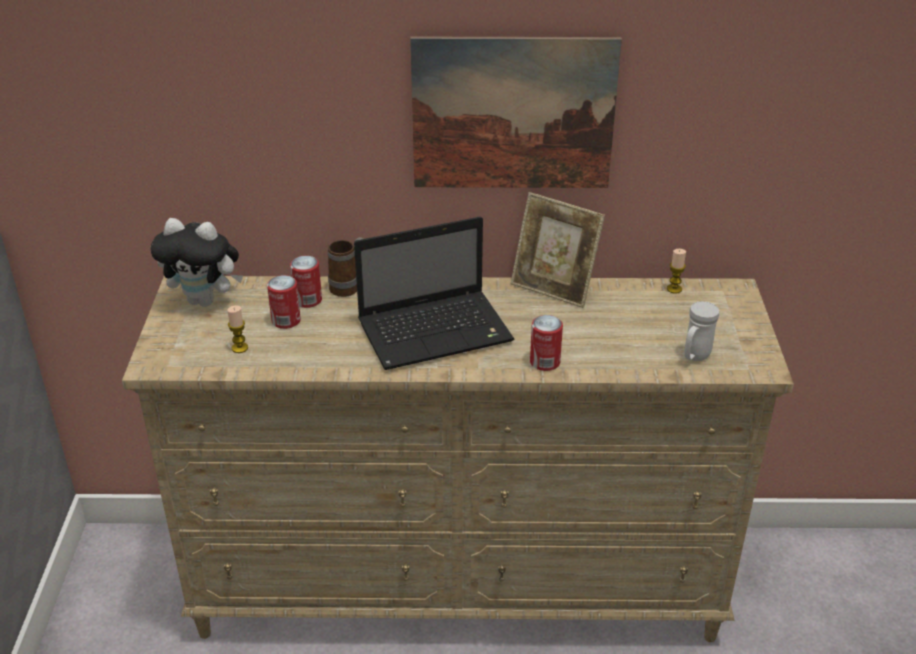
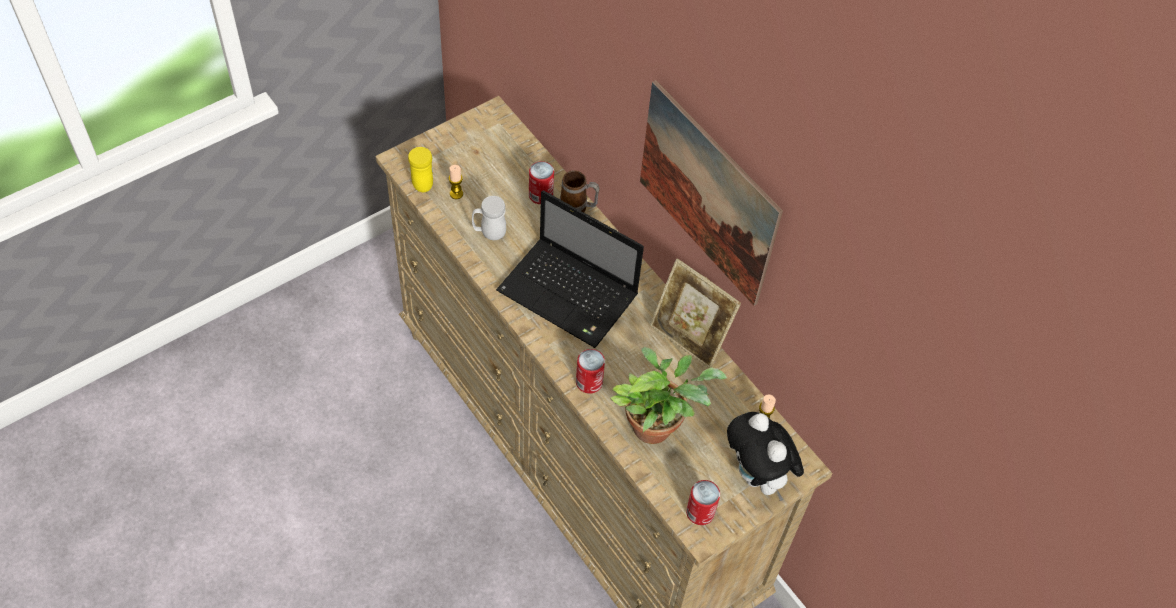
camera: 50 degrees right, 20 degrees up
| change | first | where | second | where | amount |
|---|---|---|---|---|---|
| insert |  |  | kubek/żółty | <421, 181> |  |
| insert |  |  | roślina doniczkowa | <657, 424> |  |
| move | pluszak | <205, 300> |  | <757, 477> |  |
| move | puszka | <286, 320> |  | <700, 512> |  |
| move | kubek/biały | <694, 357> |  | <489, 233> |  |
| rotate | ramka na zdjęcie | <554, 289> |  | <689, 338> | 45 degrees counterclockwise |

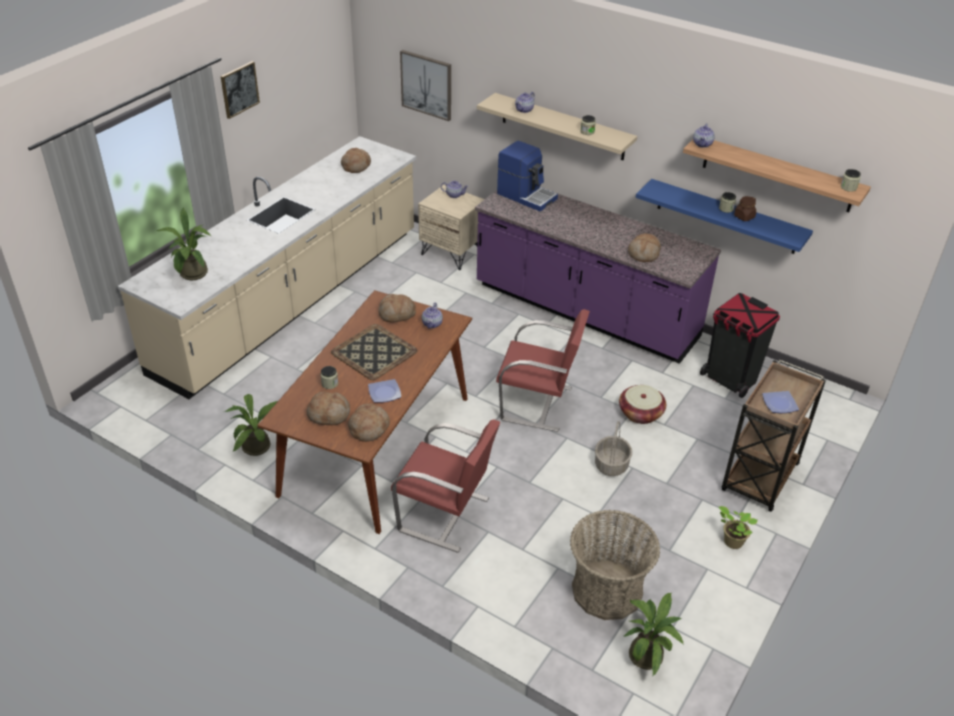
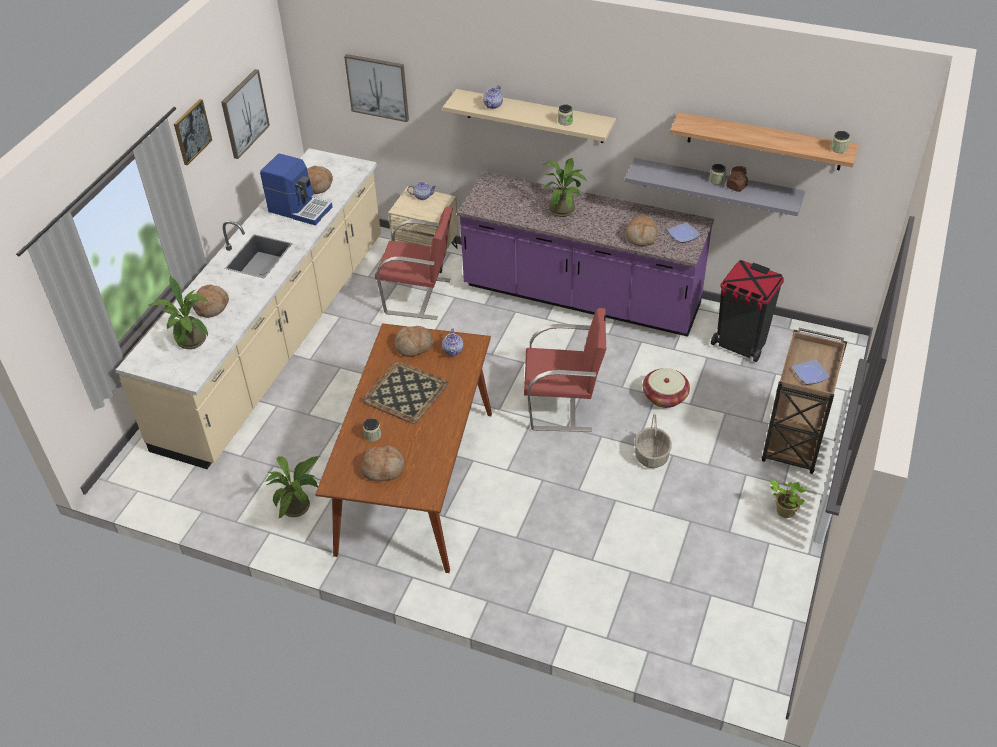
camera: 10 degrees left, 5 degrees up
| change | first | where | second | where | amount |
|---|---|---|---|---|---|
| delete | koszyk | <607, 590> |  |  |  |
| delete | imbryk | <702, 144> |  |  |  |
| insert |  |  | obraz | <244, 113> |  |
| move | chleb | <369, 428> |  | <211, 306> |  |
| move | talerz | <385, 393> |  | <684, 235> |  |
| move | krzesło/czerwony | <445, 515> |  | <419, 297> |  |
| move | ekspres do kawy | <526, 195> |  | <300, 209> |  |
| move | roślina doniczkowa | <648, 653> |  | <563, 208> |  |
| recolor | półka/niebieski | <726, 216> | półka/szary | <716, 186> |  |

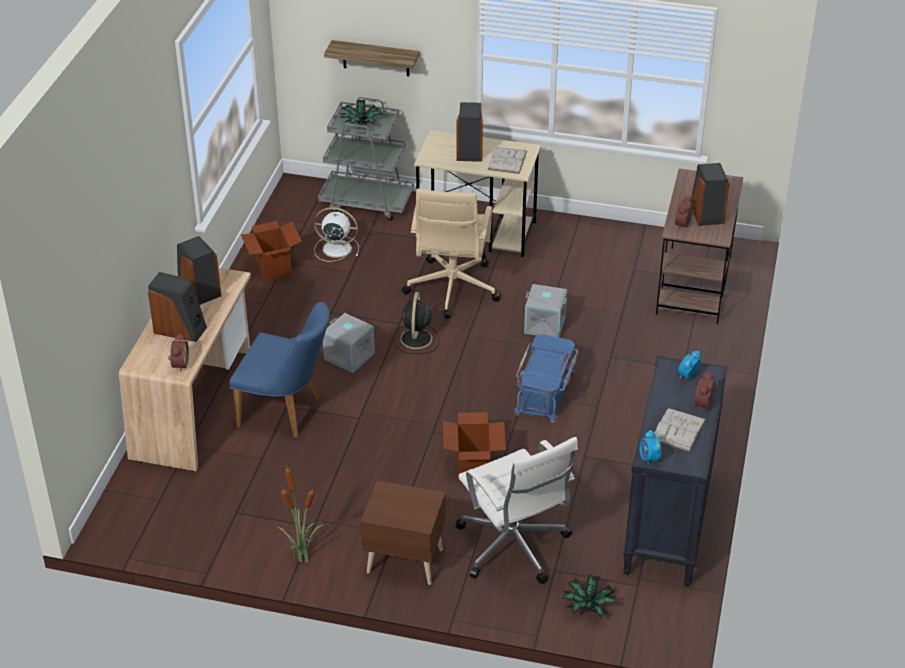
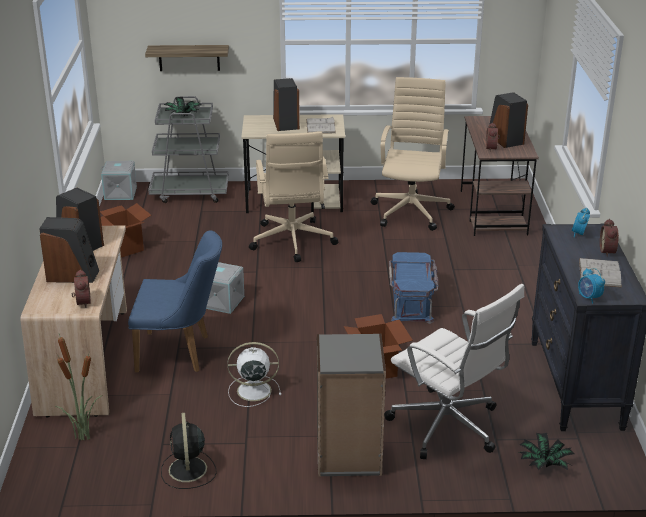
camera: 15 degrees left, 10 degrees down
| change | first | where | second | where | amount |
|---|---|---|---|---|---|
| insert |  |  | krzesło biurowe/beżowy | <411, 210> |  |
| move | roślina doniczkowa | <302, 557> |  | <83, 436> |  |
| move | wentylator/biały | <335, 248> |  | <252, 391> |  |
| move | wentylator/czarny | <416, 339> |  | <188, 470> |  |
| move | pojemnik do przechowywania/szary | <545, 324> |  | <121, 193> |  |
| replace | szafka nocna/brązowy | <404, 560> | regał/szary | <348, 456> |  |

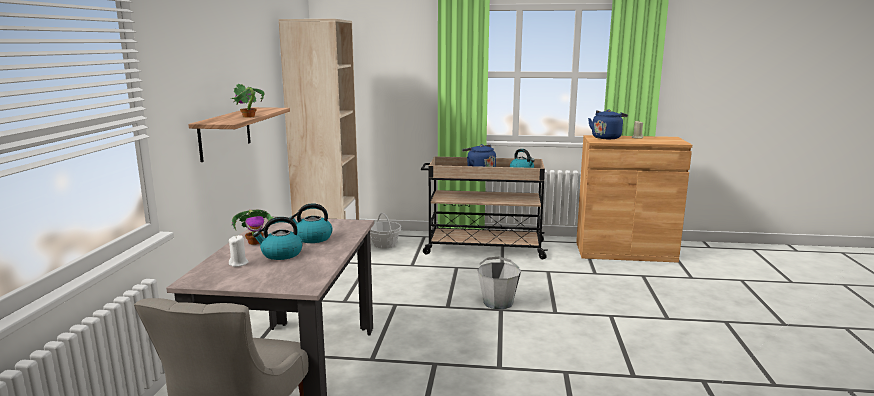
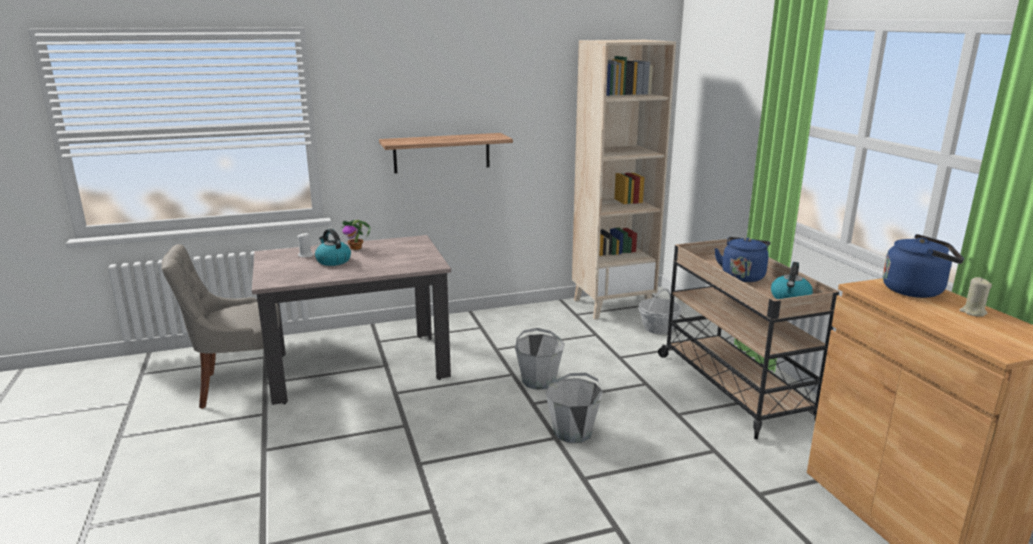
camera: 65 degrees right, 5 degrees up
| change | first | where | second | where | amount |
|---|---|---|---|---|---|
| delete | roślina doniczkowa | <248, 116> |  |  |  |
| delete | czajnik | <312, 238> |  |  |  |
| insert |  |  | wiadro/szary | <539, 381> |  |

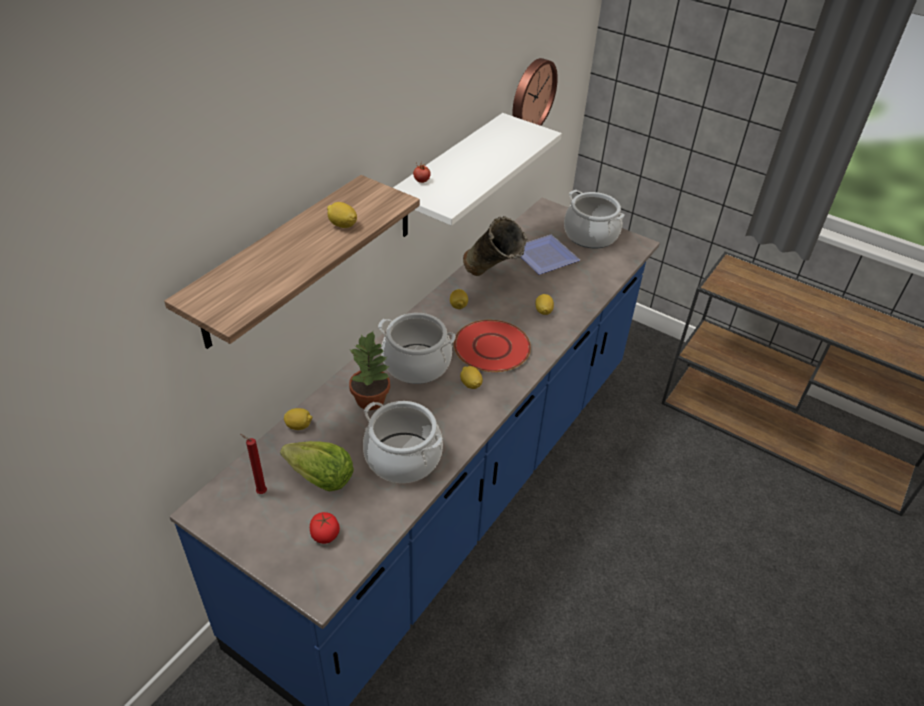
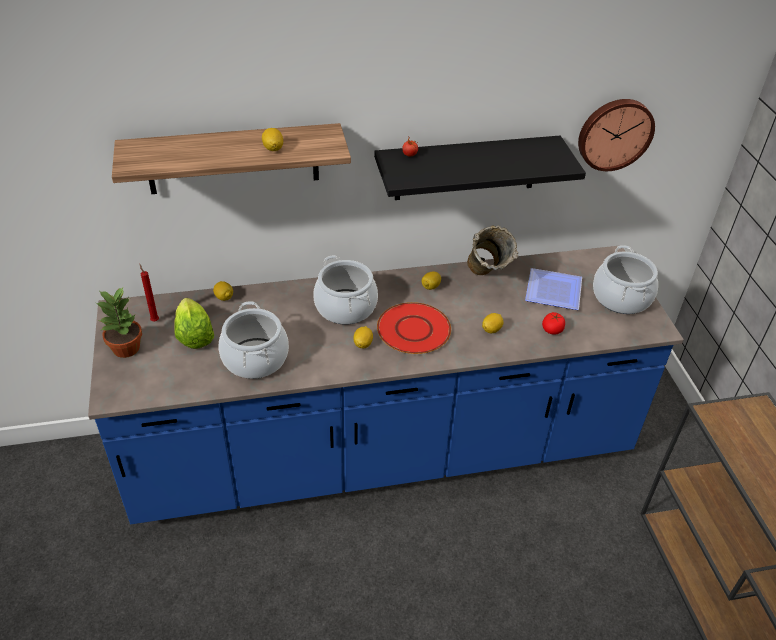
camera: 45 degrees right, 0 degrees up
| change | first | where | second | where | amount |
|---|---|---|---|---|---|
| move | pomidor | <325, 534> |  | <552, 329> |  |
| move | roślina doniczkowa | <371, 399> |  | <126, 348> |  |
| recolor | półka/biały | <448, 176> | półka/czarny | <466, 168> |  |

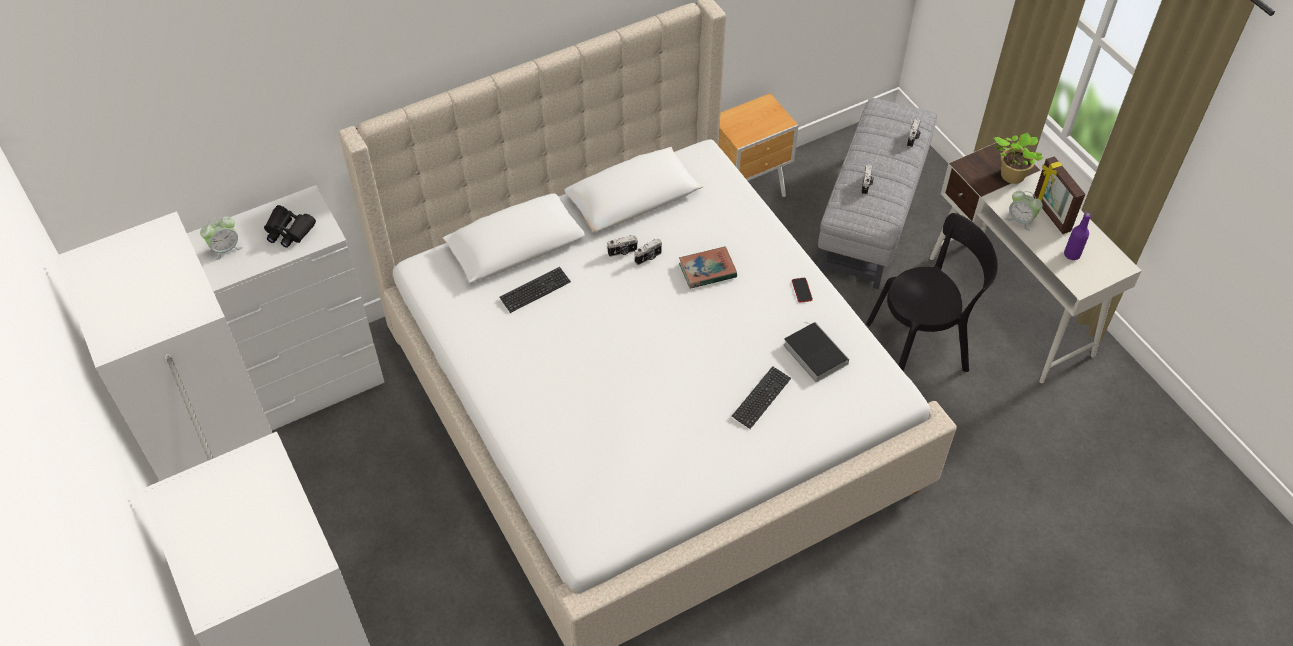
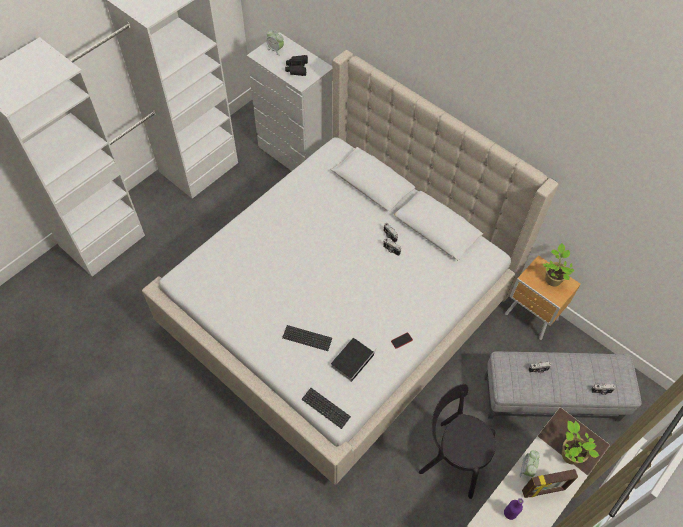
camera: 70 degrees right, 5 degrees up
| change | first | where | second | where | amount |
|---|---|---|---|---|---|
| delete | książka | <707, 270> |  |  |  |
| insert |  |  | roślina doniczkowa | <552, 278> |  |
| move | klawiatura | <535, 290> |  | <326, 408> |  |
| rotate | krzesło/czarny | <922, 345> |  | <452, 457> | 150 degrees clockwise |
| rotate | ramka na zdjęcie | <1050, 215> |  | <543, 490> | 150 degrees counterclockwise |

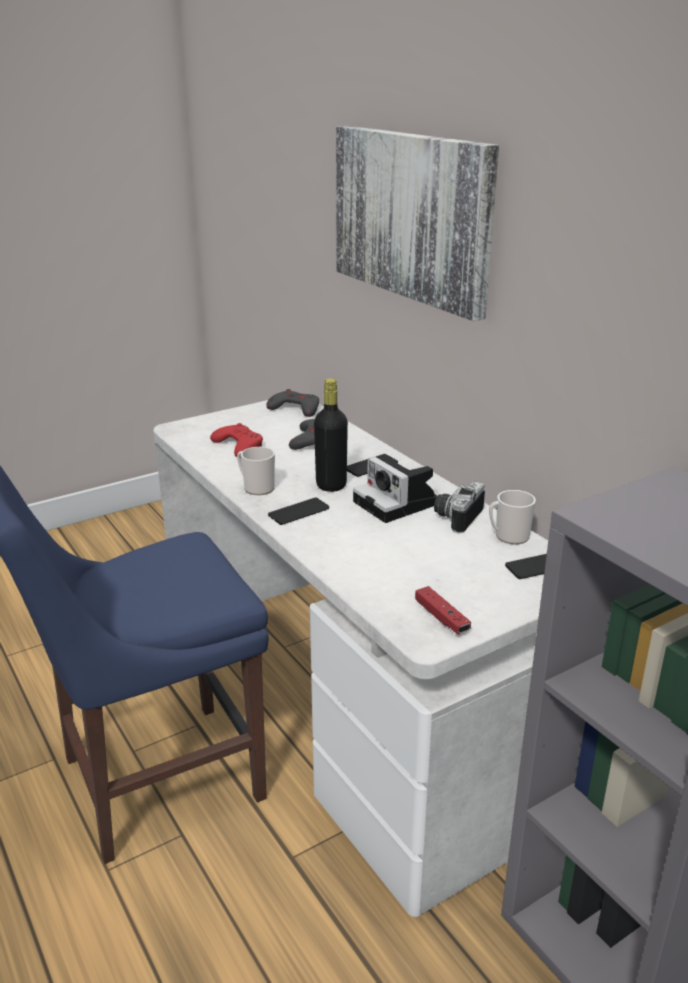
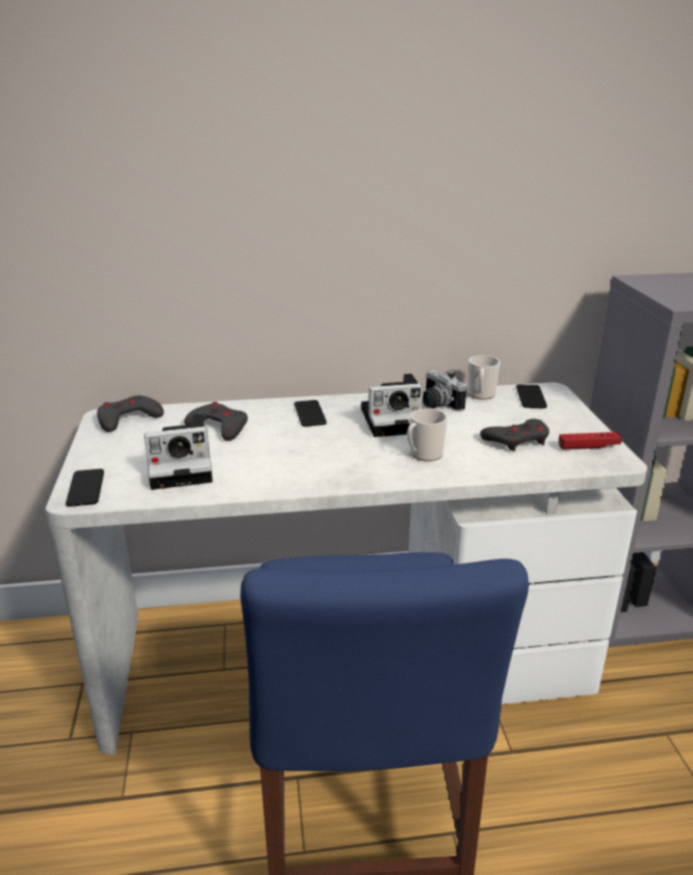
camera: 65 degrees left, 0 degrees up
| change | first | where | second | where | amount |
|---|---|---|---|---|---|
| delete | butelka/czarny | <331, 485> |  |  |  |
| delete | obraz | <412, 216> |  |  |  |
| insert |  |  | pad do gier/szary | <517, 440> |  |
| move | kubek | <256, 487> |  | <423, 455> |  |
| move | telefon | <298, 512> |  | <85, 488> |  |
| replace | pad do gier/czerwony | <238, 446> | aparat fotograficzny | <183, 467> |  |

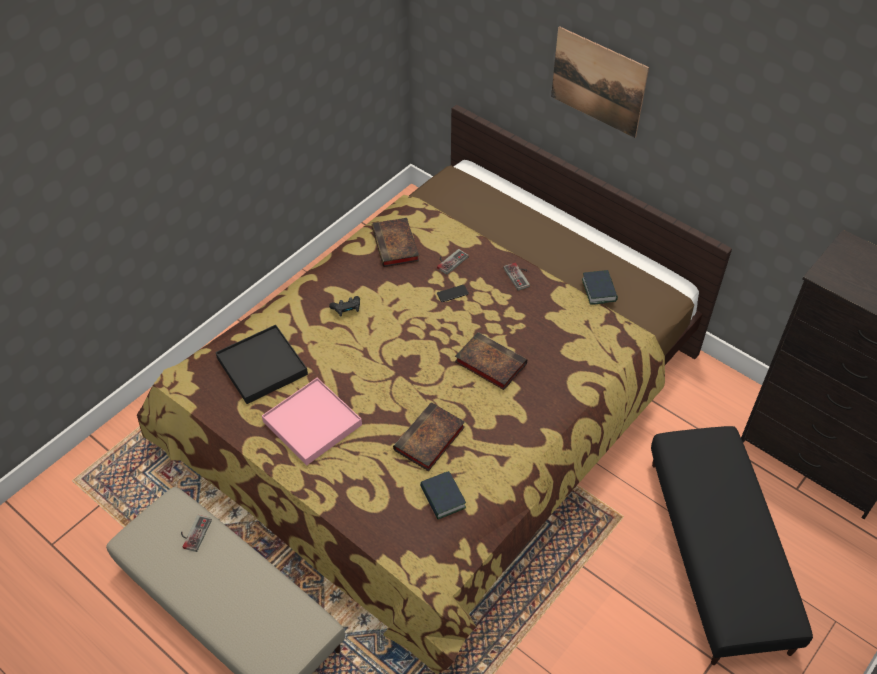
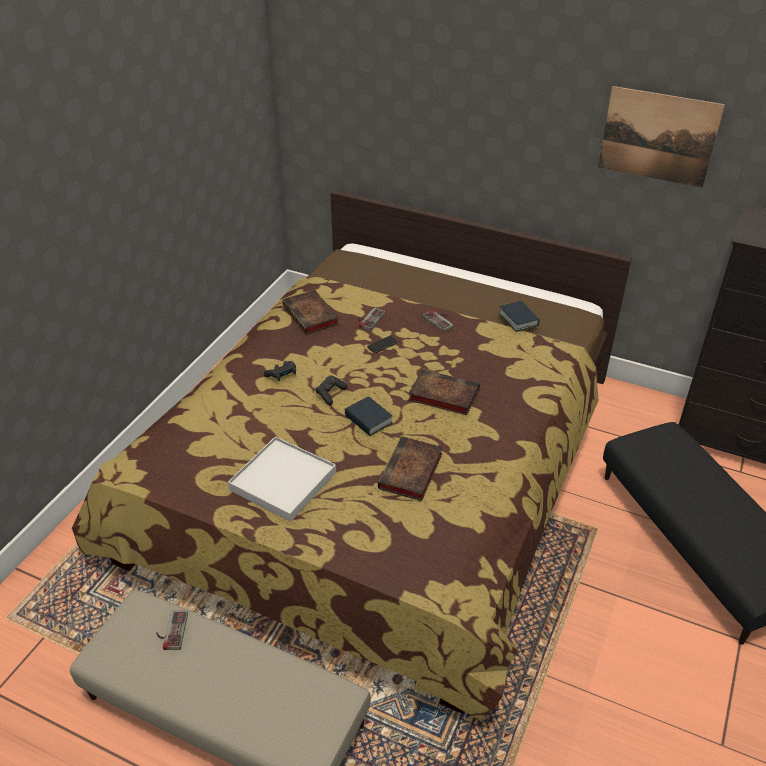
camera: 15 degrees left, 10 degrees down
| change | first | where | second | where | amount |
|---|---|---|---|---|---|
| delete | taca/czarny | <262, 366> |  |  |  |
| insert |  |  | pad do gier/czarny | <330, 394> |  |
| move | książka | <442, 498> |  | <368, 420> |  |
| move | obraz | <598, 82> |  | <658, 137> |  |
| recolor | taca/różowy | <312, 423> | taca/biały | <283, 481> |  |

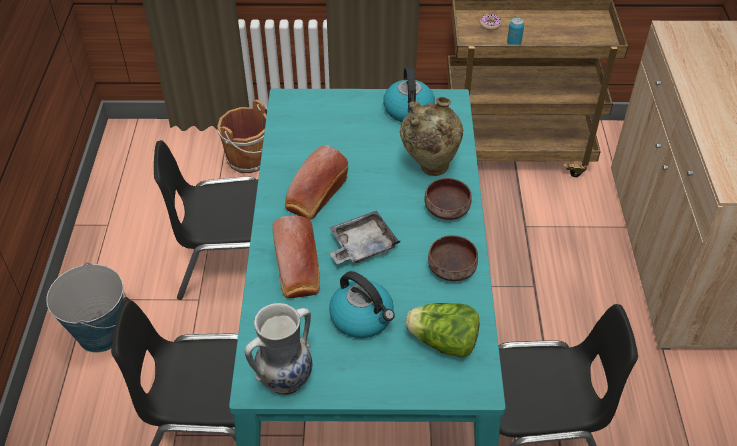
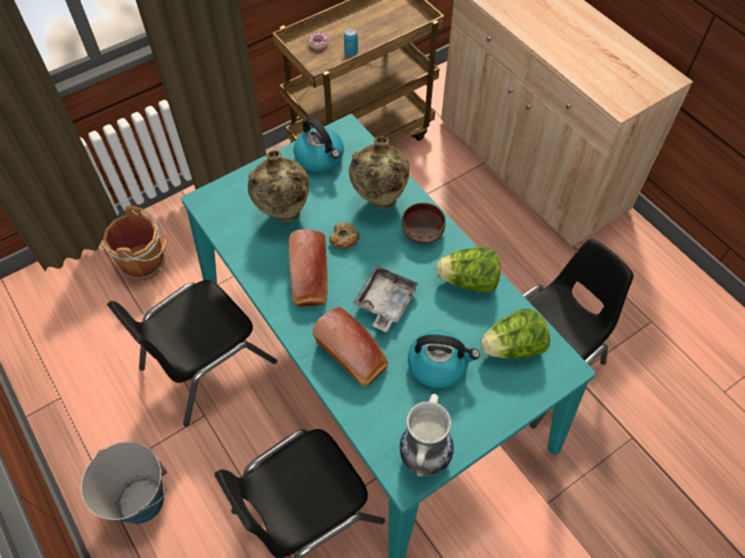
camera: 35 degrees left, 10 degrees up
| change | first | where | second | where | amount |
|---|---|---|---|---|---|
| insert |  |  | wazon/beżowy | <284, 215> |  |
| insert |  |  | donut | <344, 239> |  |
| replace | miska/brązowy | <452, 269> | sałata | <468, 281> |  |

